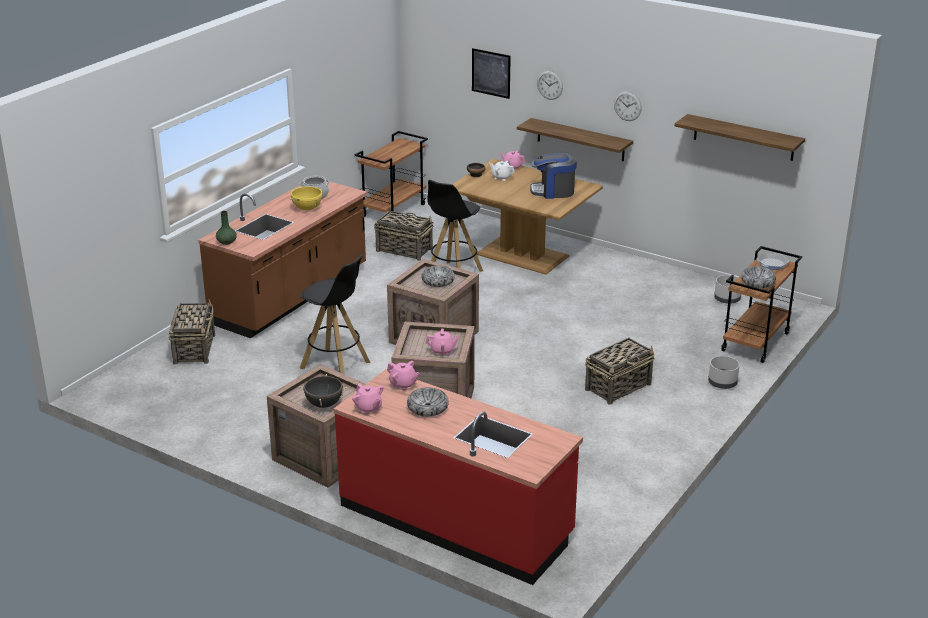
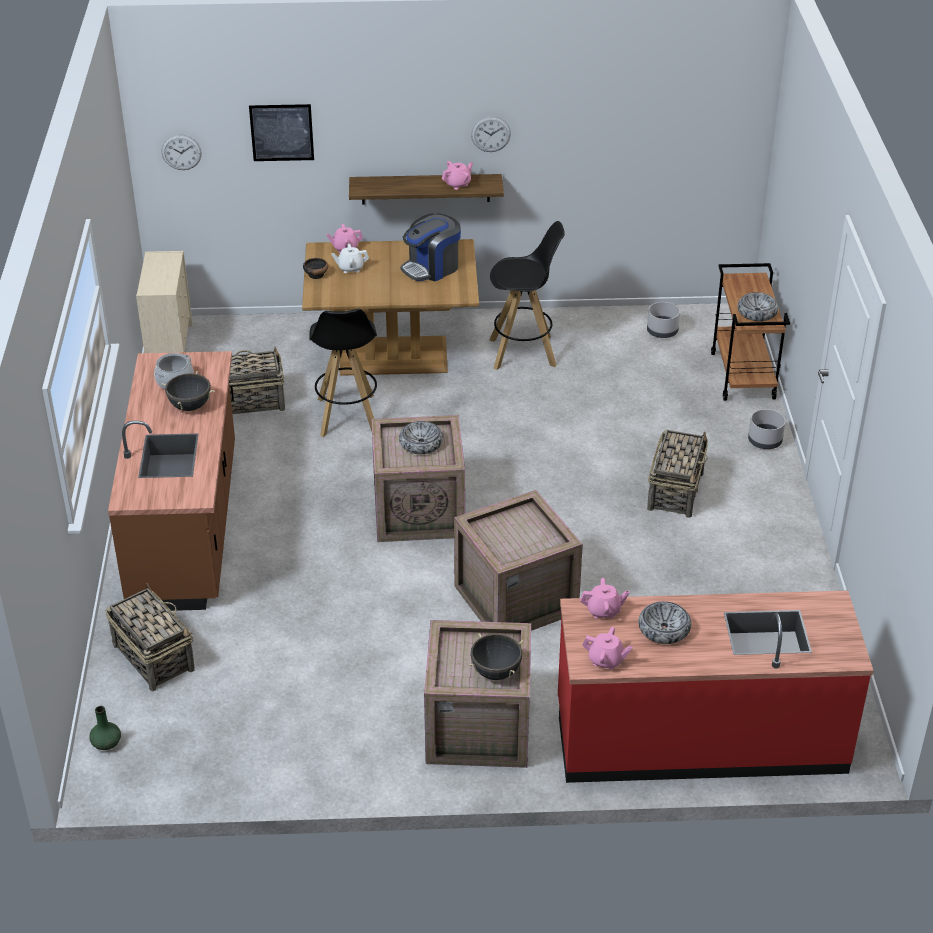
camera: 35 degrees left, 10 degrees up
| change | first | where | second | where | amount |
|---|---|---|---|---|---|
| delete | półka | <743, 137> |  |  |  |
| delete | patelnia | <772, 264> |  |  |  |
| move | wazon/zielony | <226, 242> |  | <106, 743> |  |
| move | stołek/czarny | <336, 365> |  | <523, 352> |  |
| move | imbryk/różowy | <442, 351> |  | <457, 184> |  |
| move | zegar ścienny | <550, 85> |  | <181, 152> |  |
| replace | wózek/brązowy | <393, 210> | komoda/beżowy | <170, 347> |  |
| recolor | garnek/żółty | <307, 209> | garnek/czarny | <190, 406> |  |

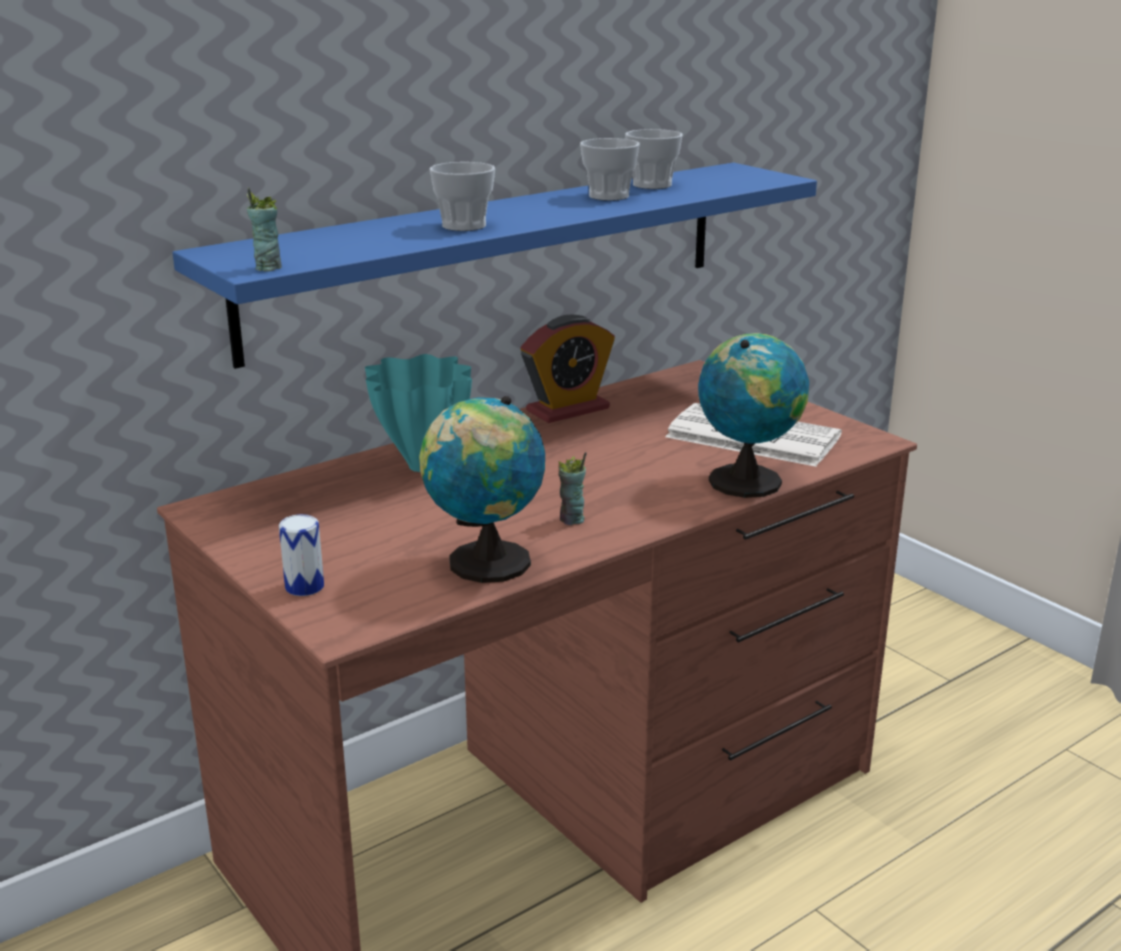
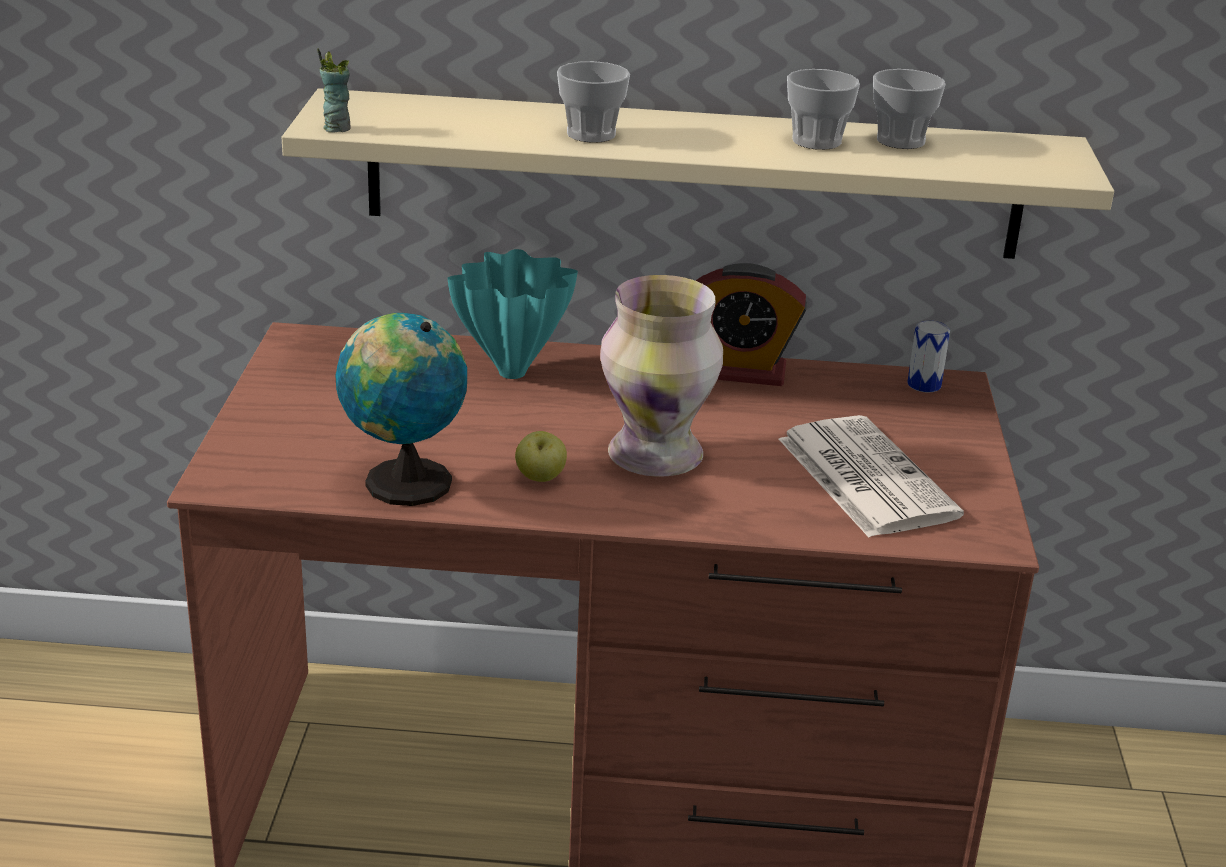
camera: 40 degrees right, 5 degrees up
| change | first | where | second | where | amount |
|---|---|---|---|---|---|
| delete | globus | <747, 480> |  |  |  |
| insert |  |  | wazon | <656, 456> |  |
| move | puszka | <304, 587> |  | <924, 384> |  |
| replace | filiżanka | <572, 520> | jabłko | <540, 478> |  |
| recolor | półka/niebieski | <494, 256> | półka/beżowy | <693, 174> |  |

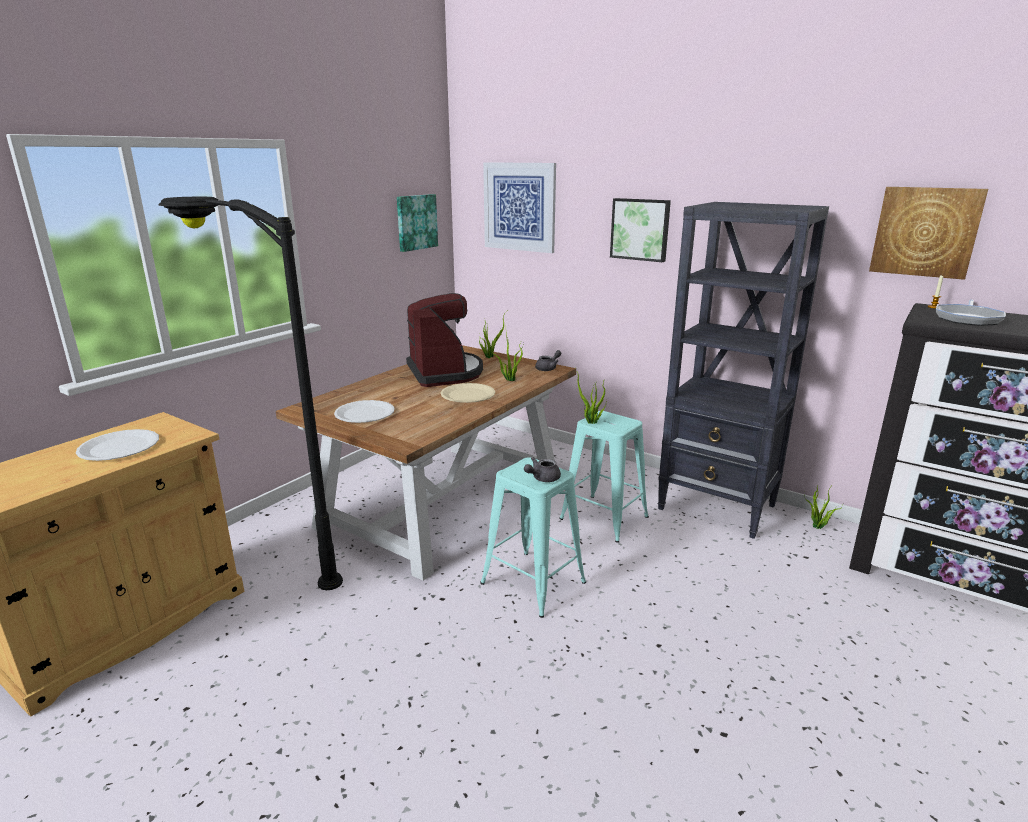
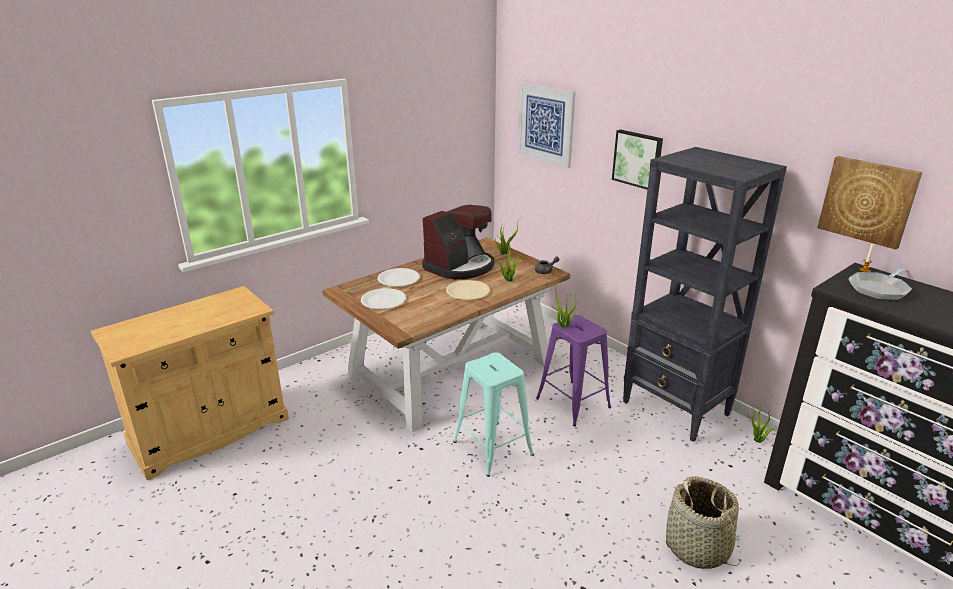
camera: 15 degrees right, 5 degrees up
| change | first | where | second | where | amount |
|---|---|---|---|---|---|
| delete | lampa stojąca/czarny | <274, 563> |  |  |  |
| delete | obraz | <416, 222> |  |  |  |
| delete | imbryk/szary | <542, 478> |  |  |  |
| insert |  |  | koszyk | <697, 547> |  |
| move | talerz/biały | <119, 447> |  | <398, 278> |  |
| recolor | stołek/turkusowy | <604, 518> | stołek/fioletowy | <573, 403> |  |
| rotate | ekspres do kawy | <445, 373> |  | <460, 266> | 45 degrees clockwise |

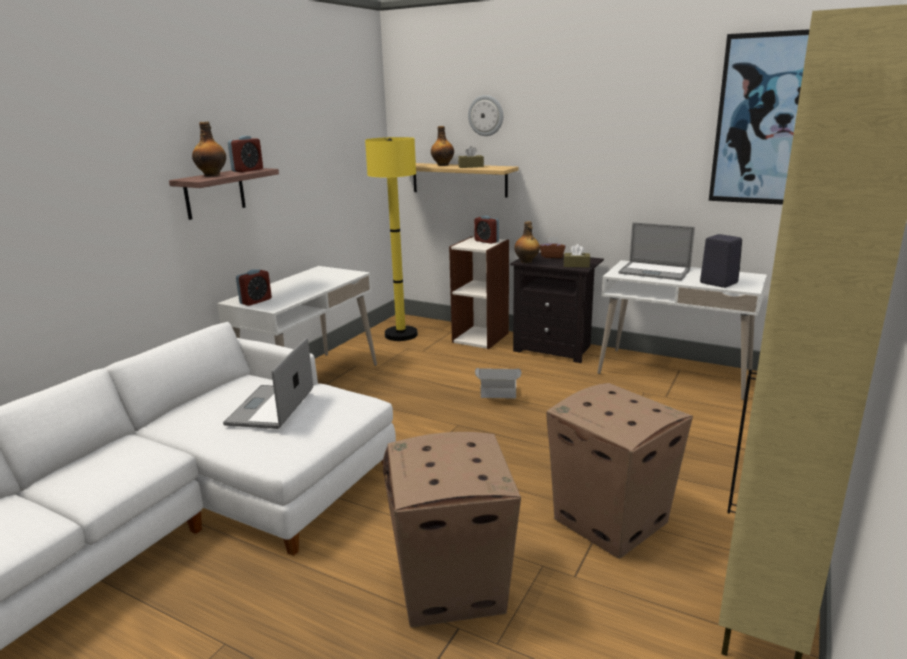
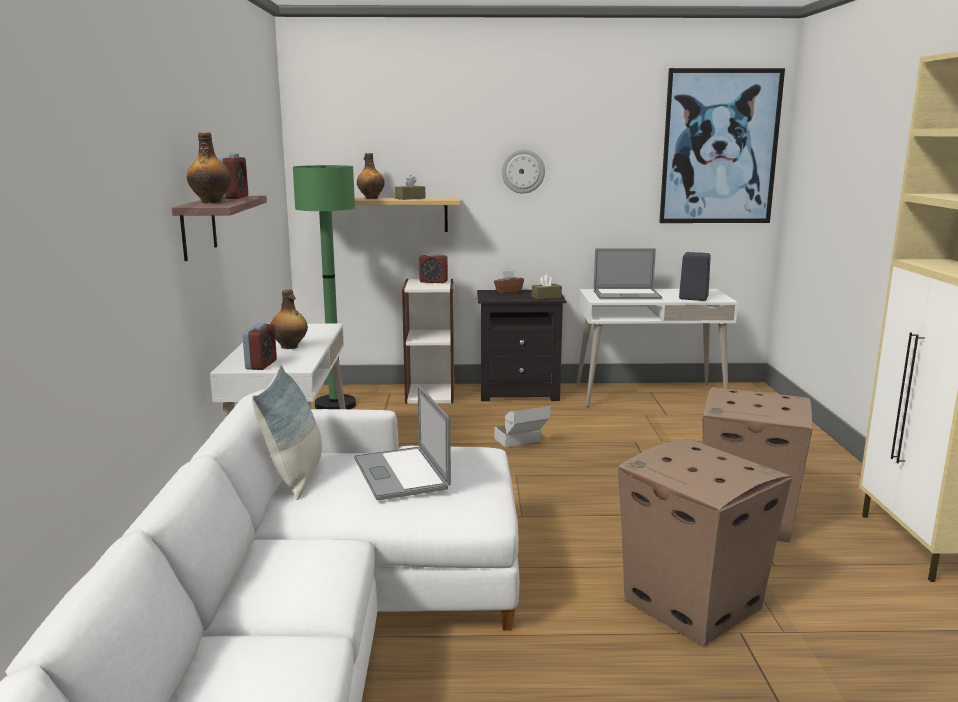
camera: 30 degrees left, 5 degrees down
| change | first | where | second | where | amount |
|---|---|---|---|---|---|
| insert |  |  | poduszka | <295, 476> |  |
| move | zegar ścienny | <486, 115> |  | <523, 171> |  |
| move | butelka | <526, 261> |  | <290, 347> |  |
| recolor | lampa stojąca/żółty | <401, 335> | lampa stojąca/zielony | <335, 405> |  |

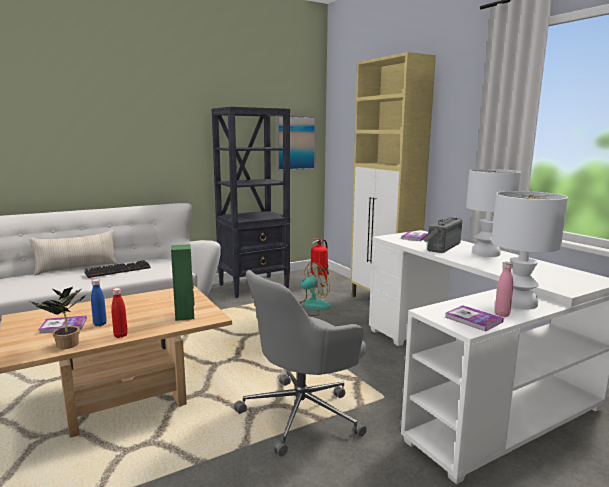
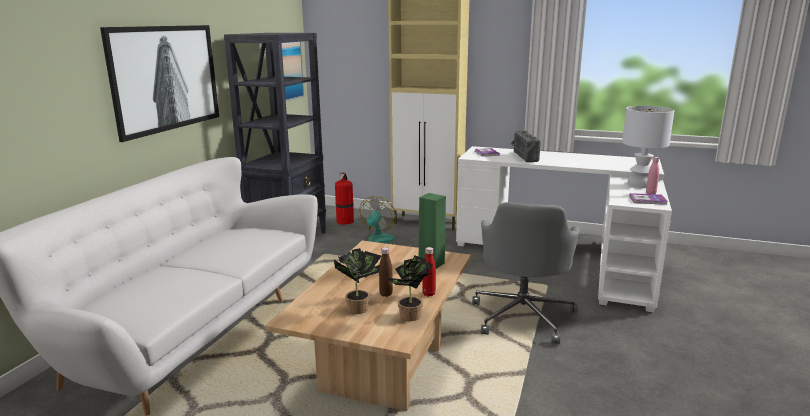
camera: 40 degrees left, 5 degrees up
| change | first | where | second | where | amount |
|---|---|---|---|---|---|
| delete | poduszka/beżowy | <77, 268> |  |  |  |
| delete | klawiatura | <119, 270> |  |  |  |
| delete | lampa stołowa/biały | <486, 253> |  |  |  |
| insert |  |  | obraz | <165, 78> |  |
| replace | książka | <63, 326> | roślina doniczkowa | <359, 307> |  |
| recolor | butelka/niebieski | <100, 324> | butelka/brązowy | <386, 294> |  |

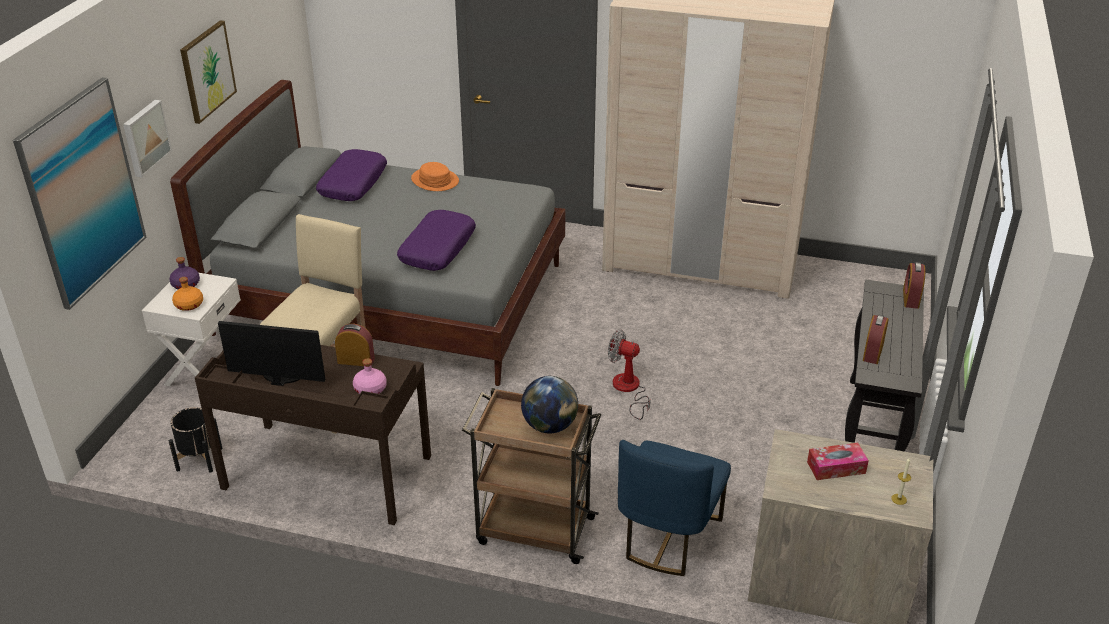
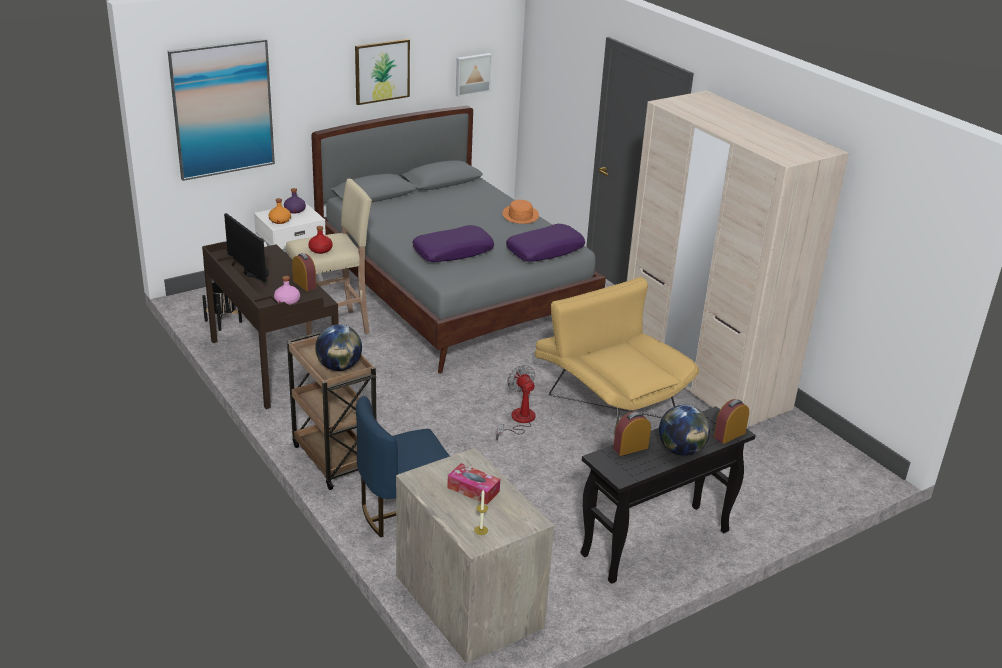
camera: 40 degrees right, 5 degrees down
| change | first | where | second | where | amount |
|---|---|---|---|---|---|
| insert |  |  | butelka/czerwony | <320, 250> |  |
| insert |  |  | fotel/żółty | <608, 402> |  |
| insert |  |  | globus | <681, 450> |  |
| move | obraz | <145, 137> |  | <472, 74> |  |
| move | poduszka/fioletowy | <353, 183> |  | <545, 250> |  |

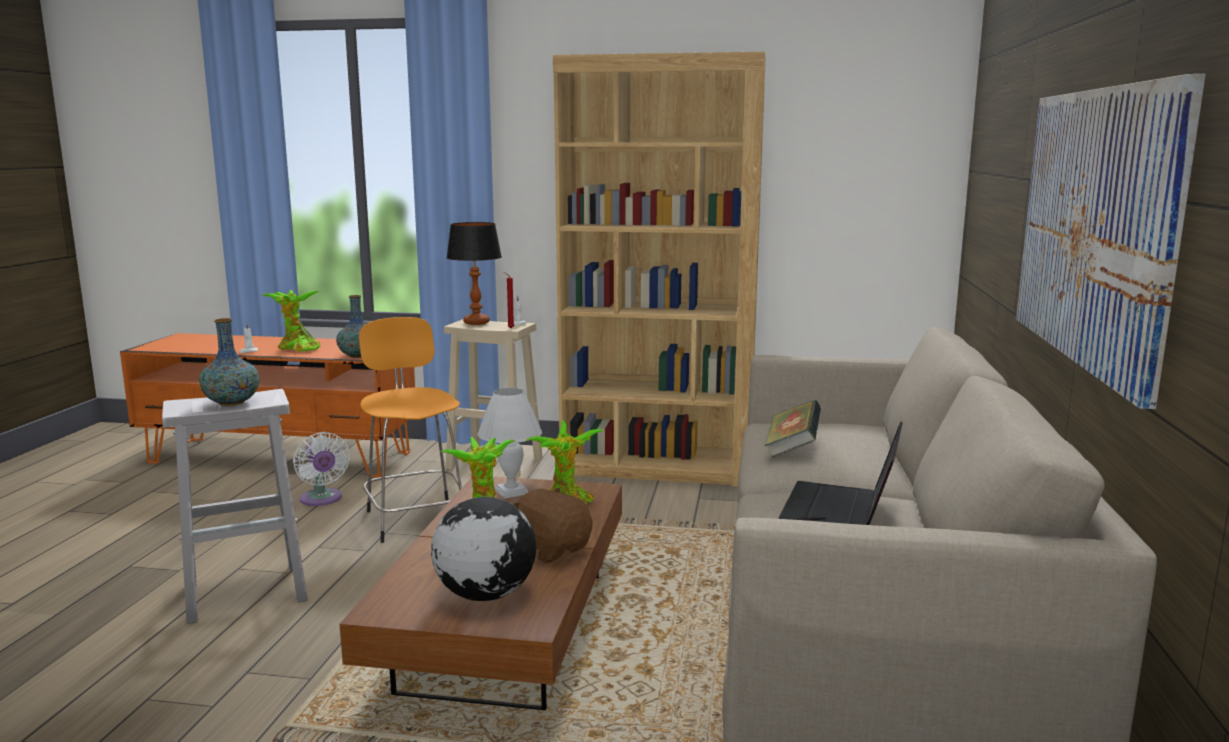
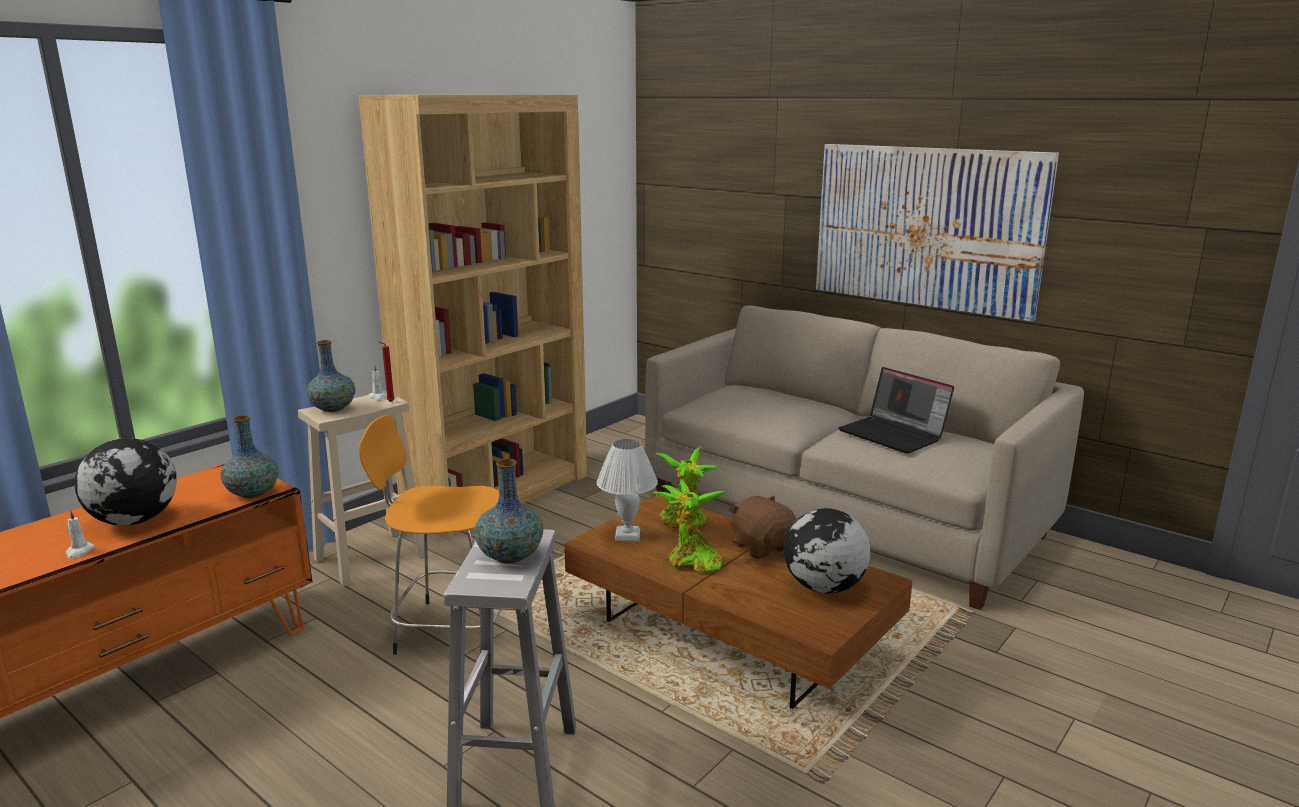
camera: 60 degrees left, 5 degrees up
| change | first | where | second | where | amount |
|---|---|---|---|---|---|
| delete | wentylator/biały | <322, 500> |  |  |  |
| delete | książka | <792, 449> |  |  |  |
| replace | roślina doniczkowa | <297, 349> | globus | <136, 521> |  |
| replace | lampa stołowa | <477, 322> | wazon | <333, 409> |  |
| rotate | pluszak/brązowy | <551, 549> |  | <762, 547> | 75 degrees clockwise |

